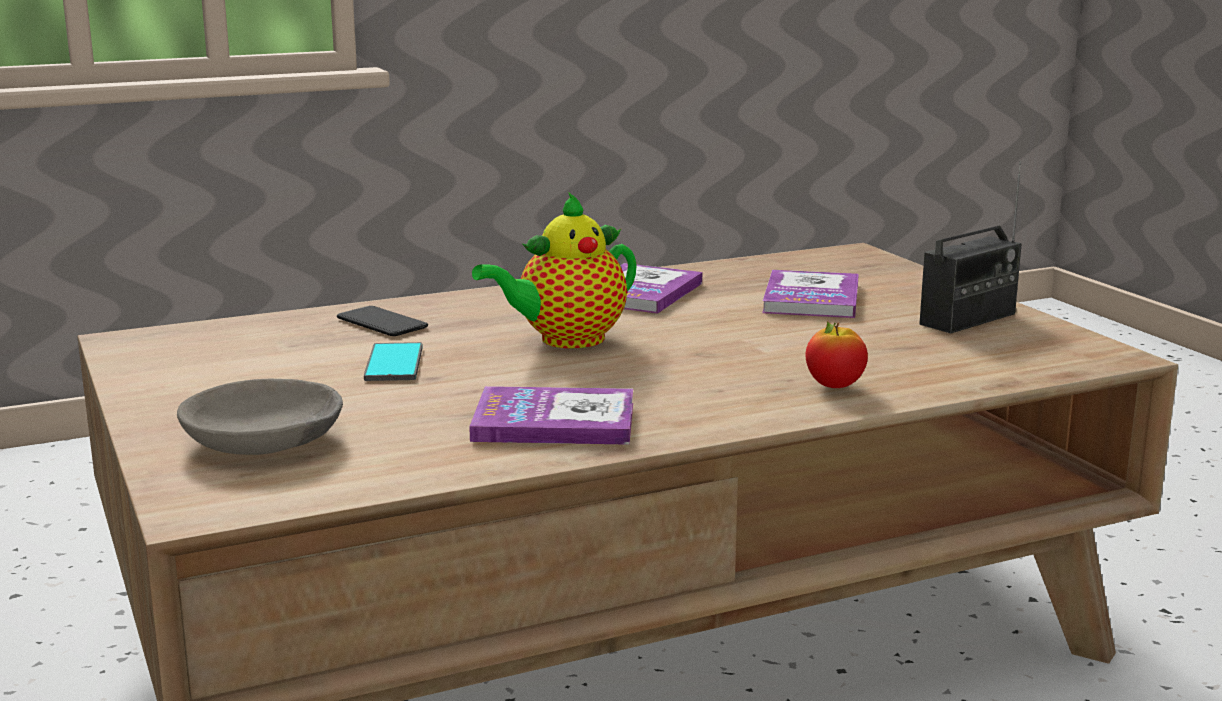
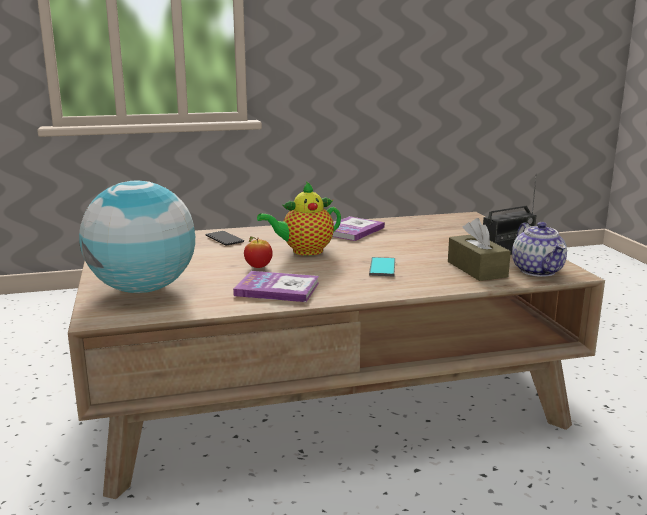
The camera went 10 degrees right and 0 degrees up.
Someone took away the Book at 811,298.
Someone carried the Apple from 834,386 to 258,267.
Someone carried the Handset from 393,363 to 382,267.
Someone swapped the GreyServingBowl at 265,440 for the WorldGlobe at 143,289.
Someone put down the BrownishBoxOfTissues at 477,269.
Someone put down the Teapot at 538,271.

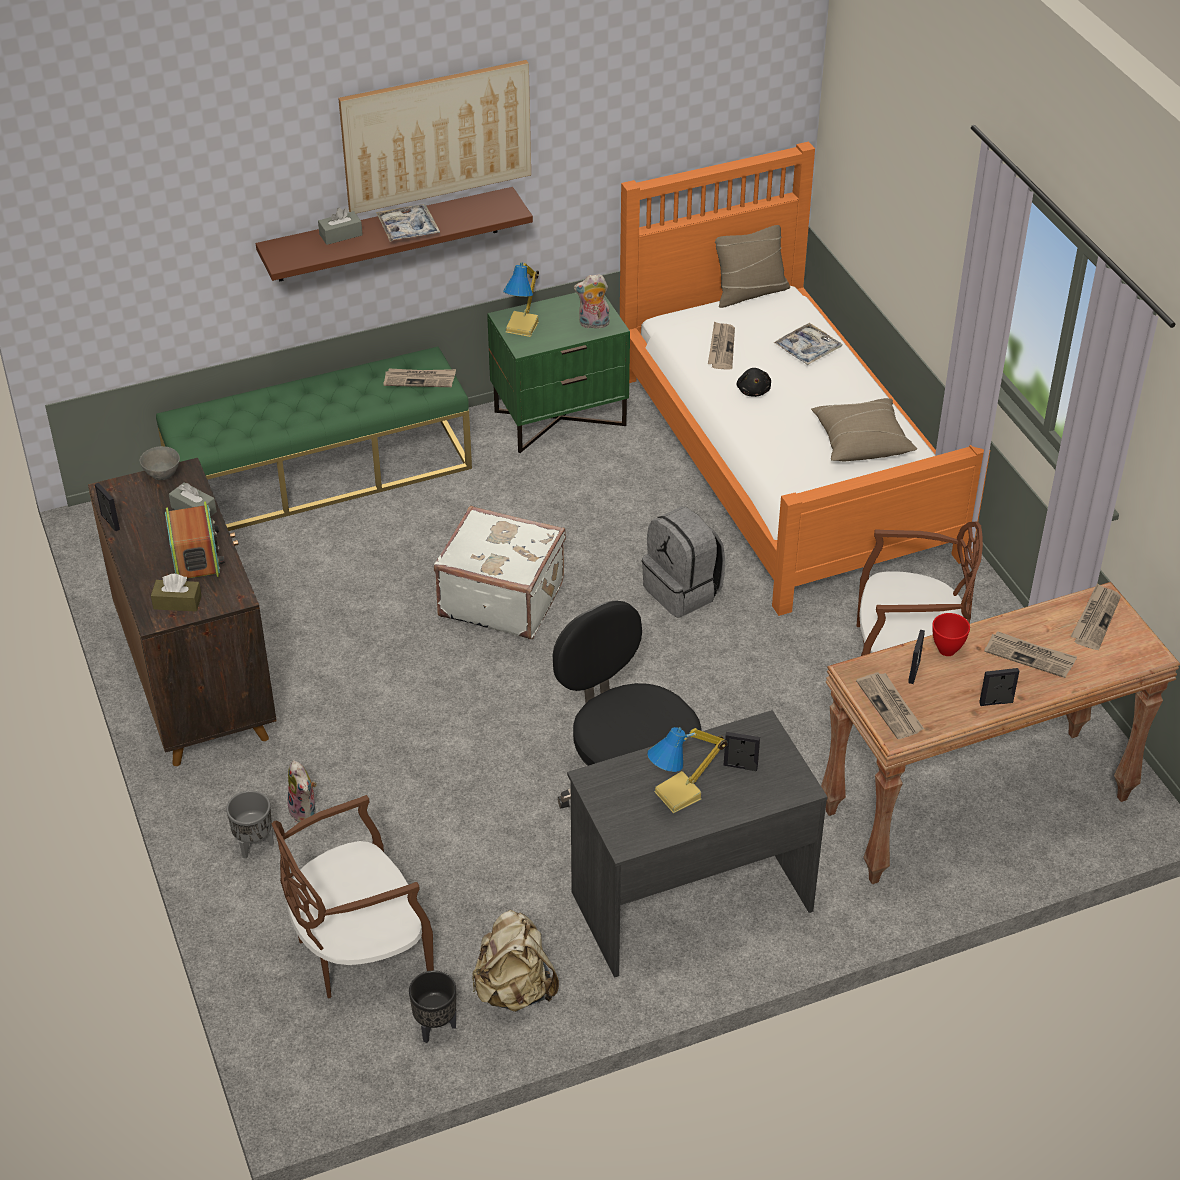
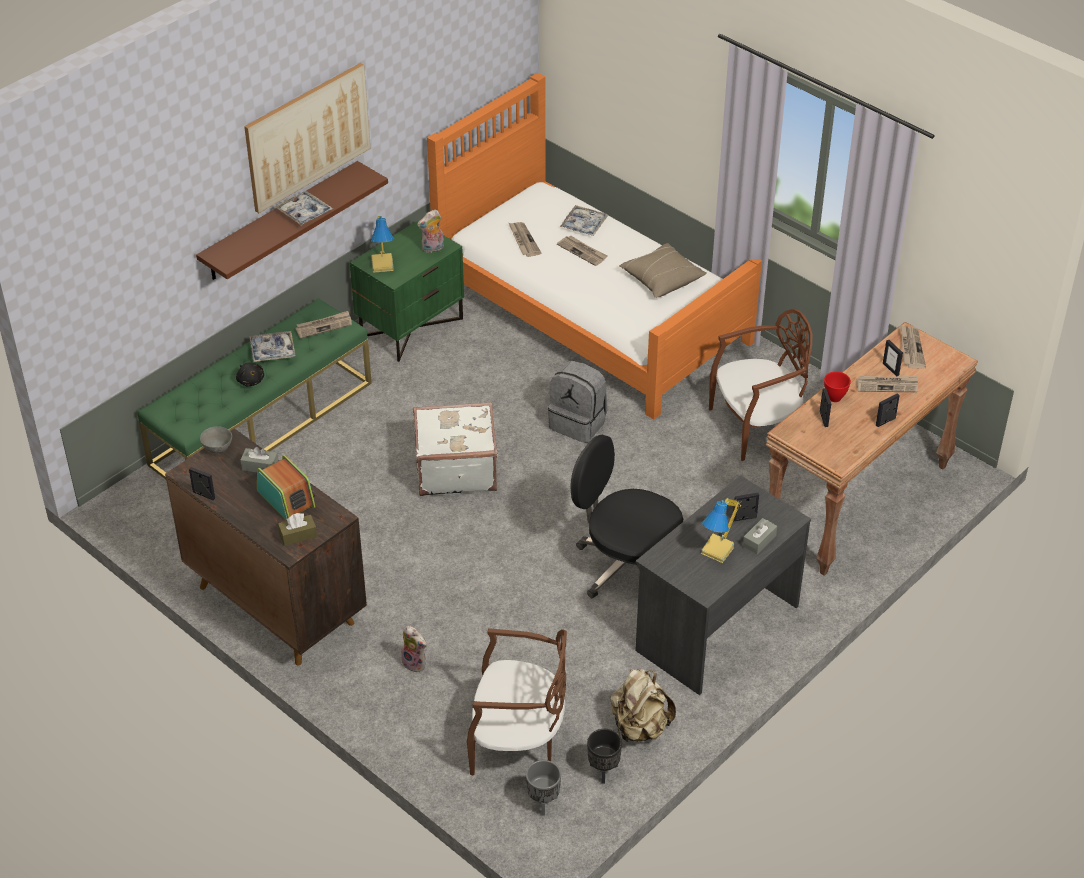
The camera went 25 degrees left and 0 degrees up.
Someone carried the GreyBoxOfTissues from 340,235 to 759,541.
Someone took away the SandColouredCushion at 749,292.
Someone carried the BlackishSoftToy from 753,390 to 250,380.
Someone carried the DailyPaper from 891,707 to 582,252.
Someone carried the GreyPlantPot from 254,845 to 543,803.
Someone rotated the BrownishChair at 358,950 by 120 degrees counterclockwise.
Someone put down the ServingTray at 272,351.
Someone put down the PhotoFrame at 891,369.

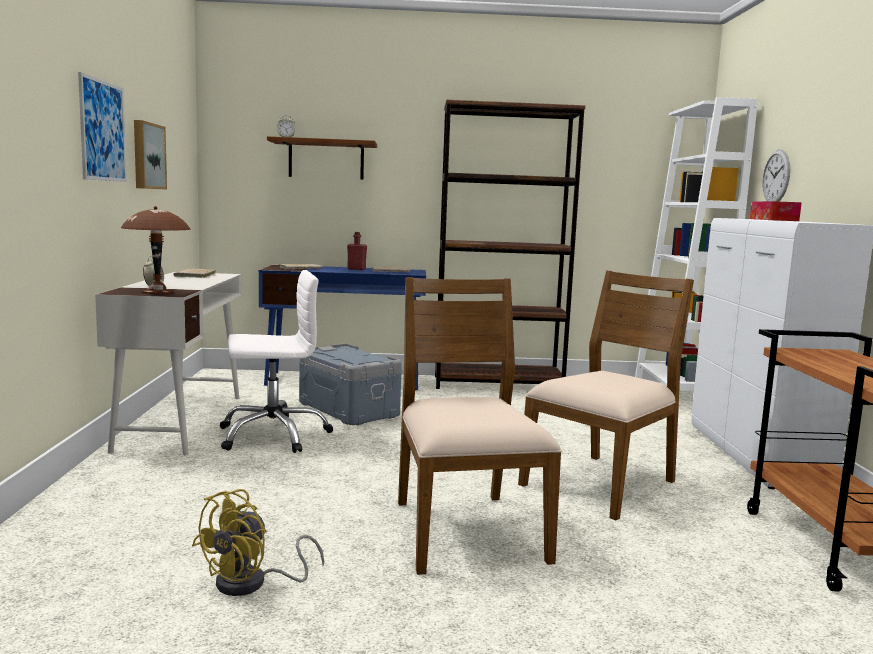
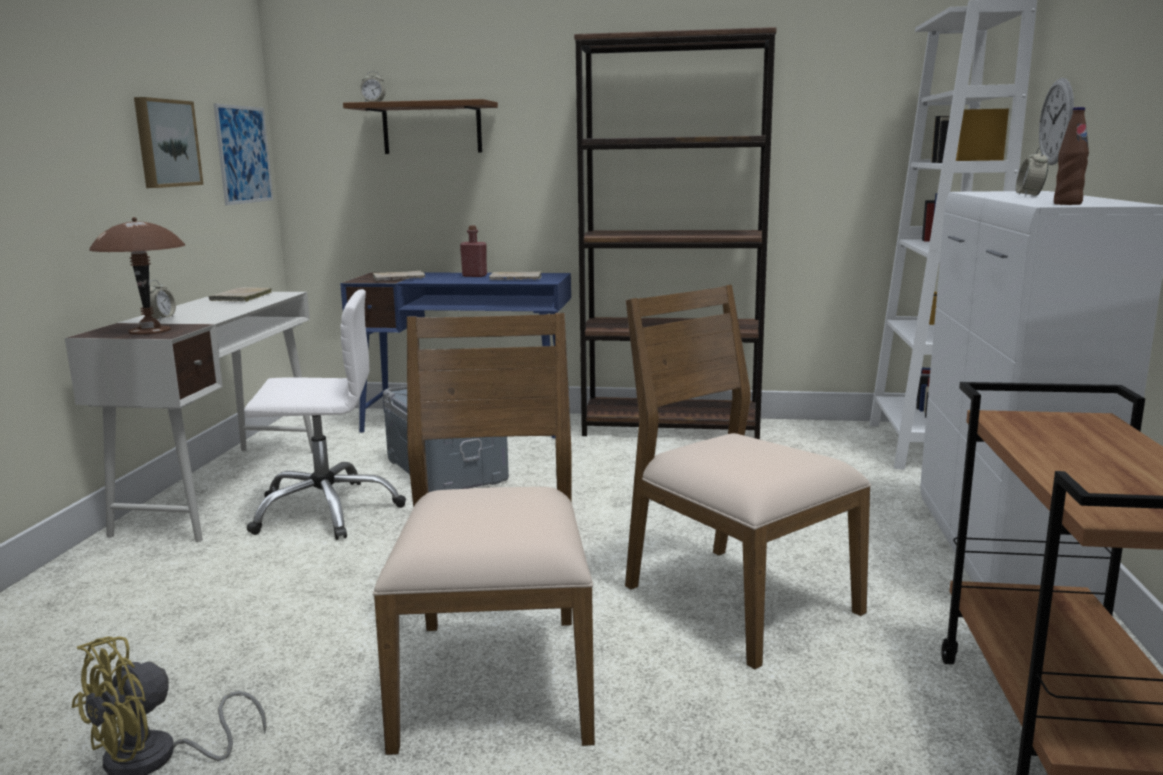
The camera went 10 degrees right and 5 degrees up.
Someone carried the WallArt from 103,131 to 244,154.
Someone swapped the BoxOfTissues at 773,220 for the TableClock at 1029,195.
Someone rotated the BrownishChair at 601,483 by 90 degrees counterclockwise.
Someone put down the BrownishDrinkBottle at 1067,204.

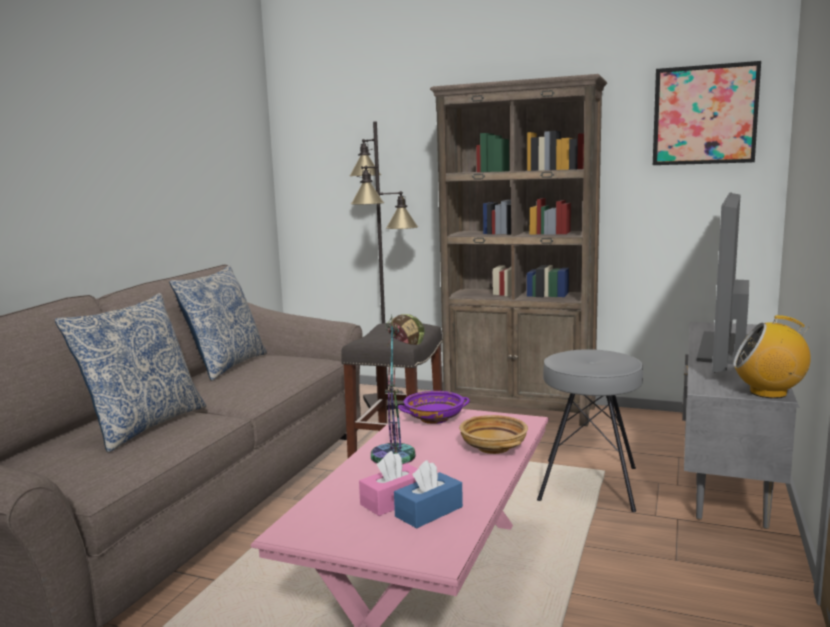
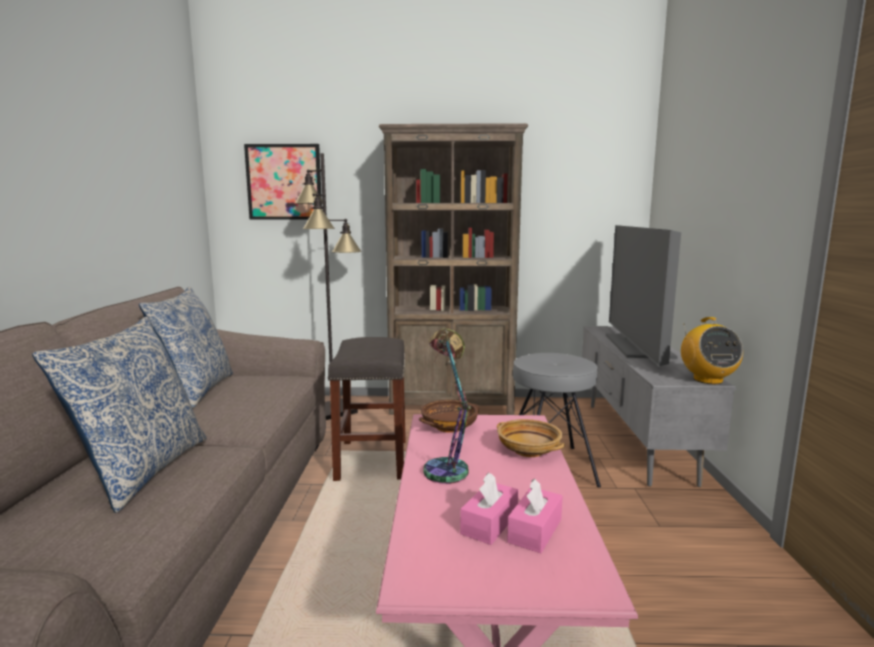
The camera went 20 degrees left and 0 degrees up.
Someone carried the WallArt from 704,115 to 284,182.
Someone rotated the RadioReceiver at 768,393 by 90 degrees counterclockwise.
Someone repainted the PurpleColouredServingBowl at 434,418, which became the BrownishServingBowl at 449,427.
Someone repainted the BlueBoxOfTissues at 429,512, which became the PinkBoxOfTissues at 535,531.

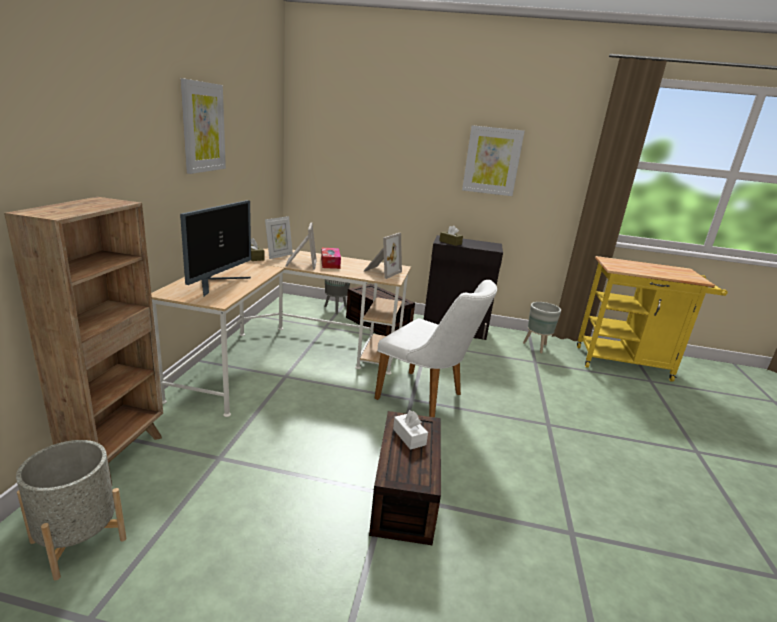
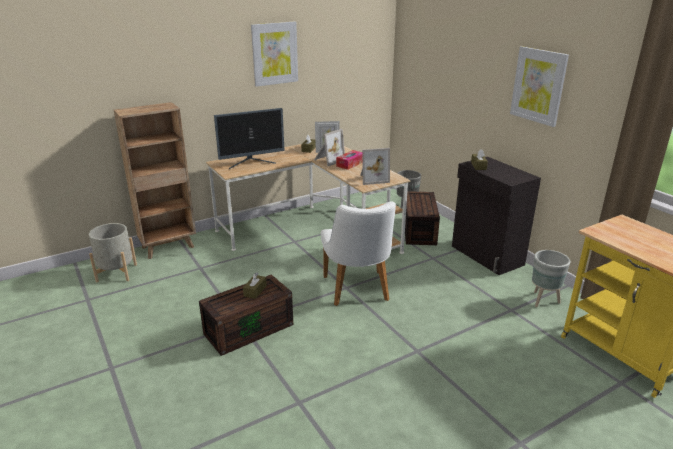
The camera went 50 degrees right and 5 degrees up.
Someone repainted the WhitishBoxOfTissues at 409,437, which became the BrownishBoxOfTissues at 255,291.

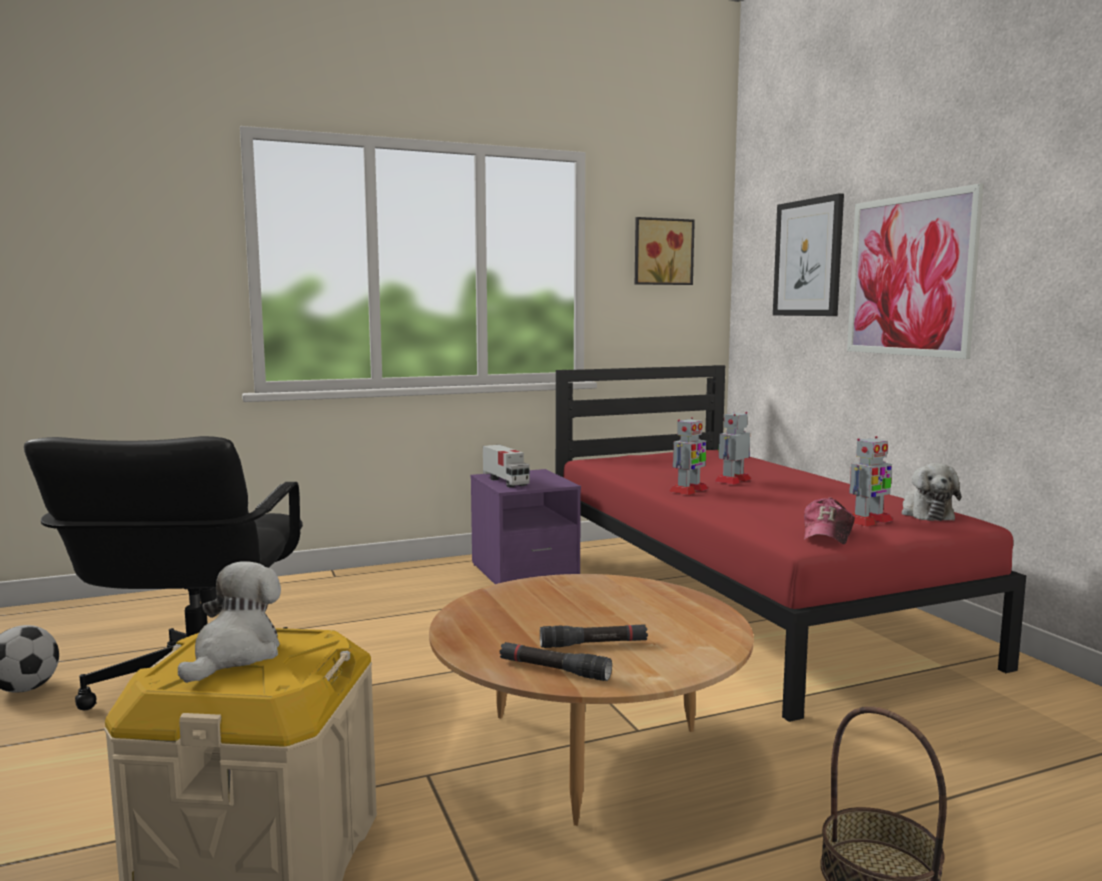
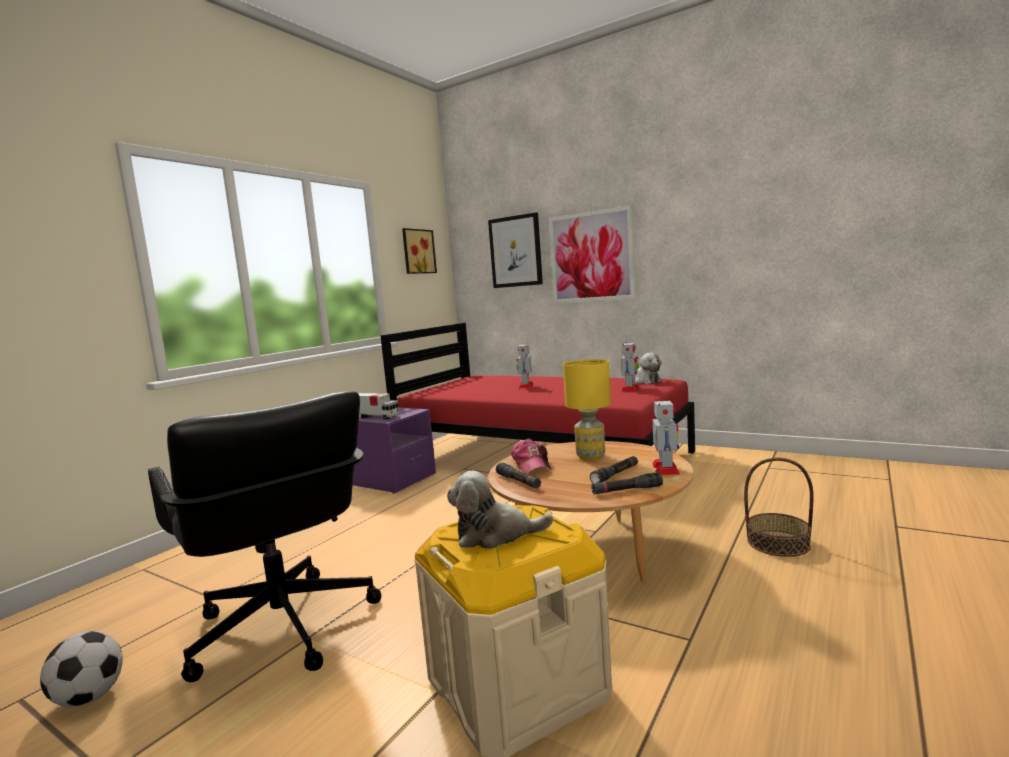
The camera went 35 degrees left and 0 degrees up.
Someone carried the ToyRobot from 688,490 to 666,469.
Someone carried the Cap from 827,534 to 532,465.
Someone rotated the SoftToy at 235,655 by 75 degrees counterclockwise.
Someone put down the YellowishTabletopLamp at 591,456.
Someone put down the BlackishHandTorch at 518,481.

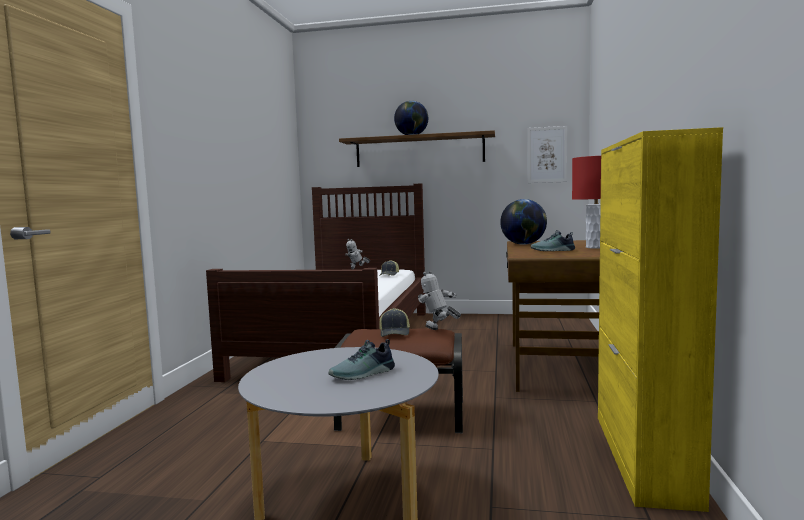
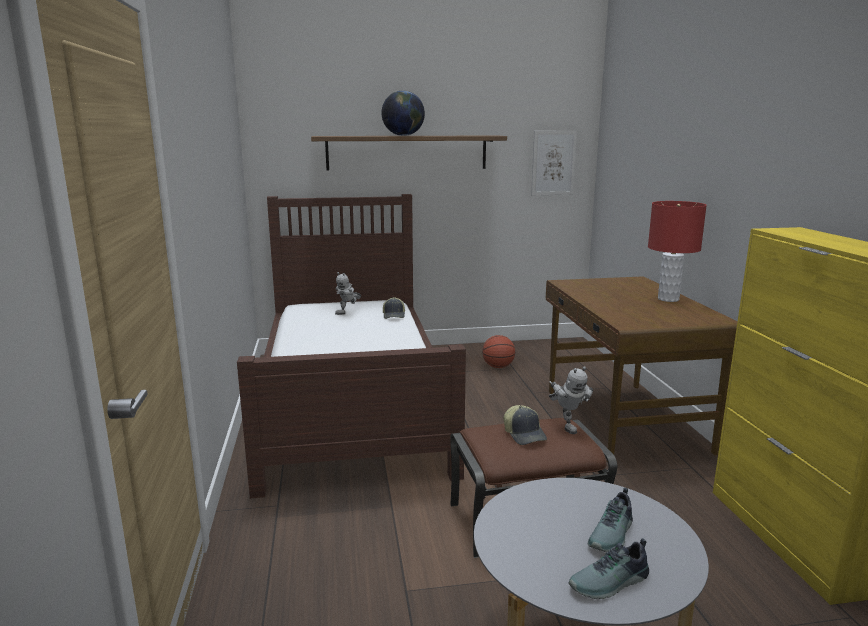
The camera went 20 degrees left and 10 degrees up.
Someone took away the WorldGlobe at 523,244.
Someone carried the ItemOfFootwear from 553,251 to 611,583.
Someone rotated the ToyRobot at 438,331 by 135 degrees counterclockwise.
Someone put down the BallForBasketball at 498,367.

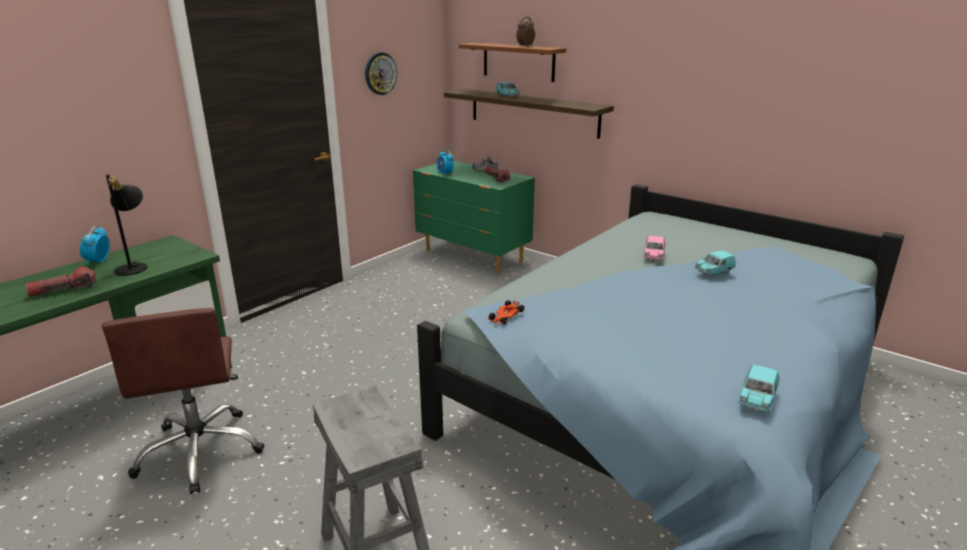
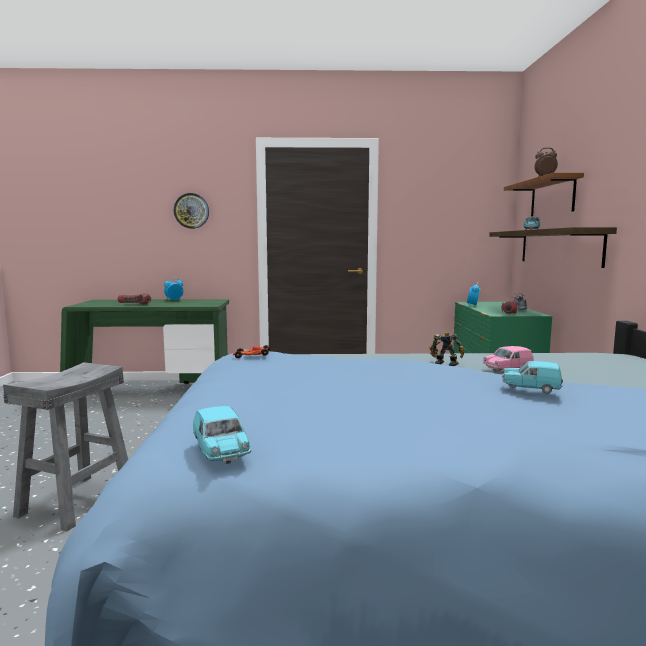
The camera went 50 degrees right and 15 degrees down.
Someone carried the ClockOnTheWall from 380,73 to 191,211.
Someone took away the BlackishTabletopLamp at 135,267.
Someone took away the BrownishComputerChair at 200,451.
Someone rotated the TurquoiseMiniatureCar at 756,400 by 105 degrees counterclockwise.
Someone put down the ToyRobot at 446,363.

